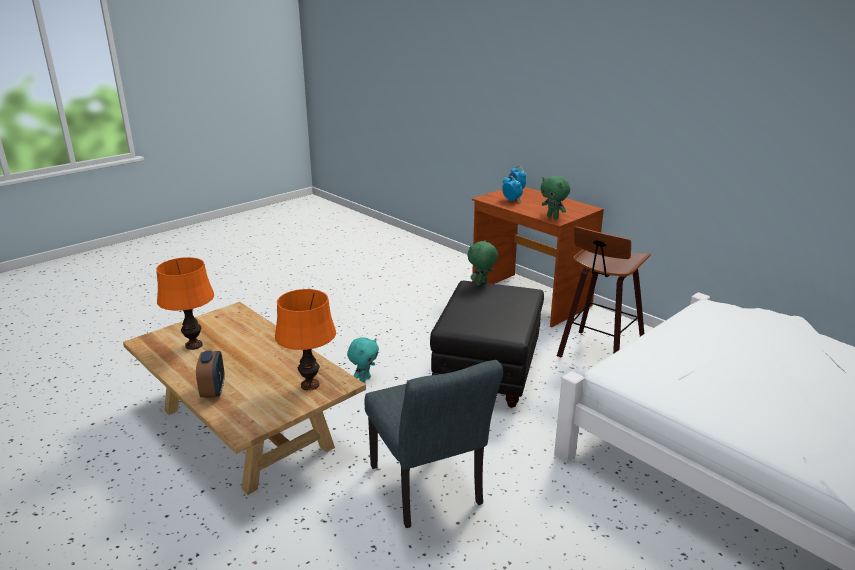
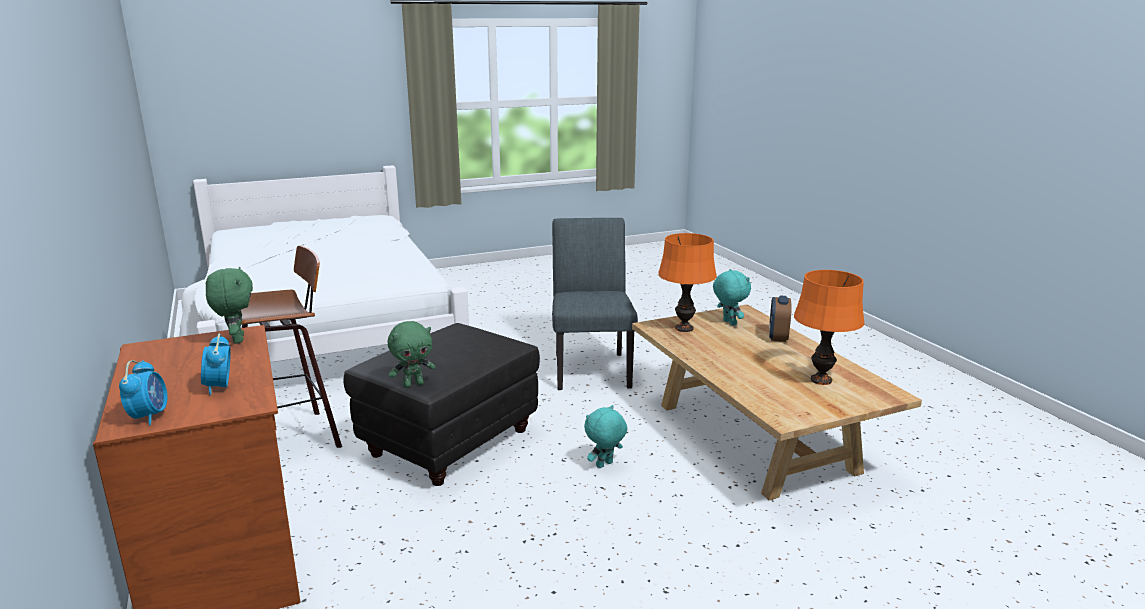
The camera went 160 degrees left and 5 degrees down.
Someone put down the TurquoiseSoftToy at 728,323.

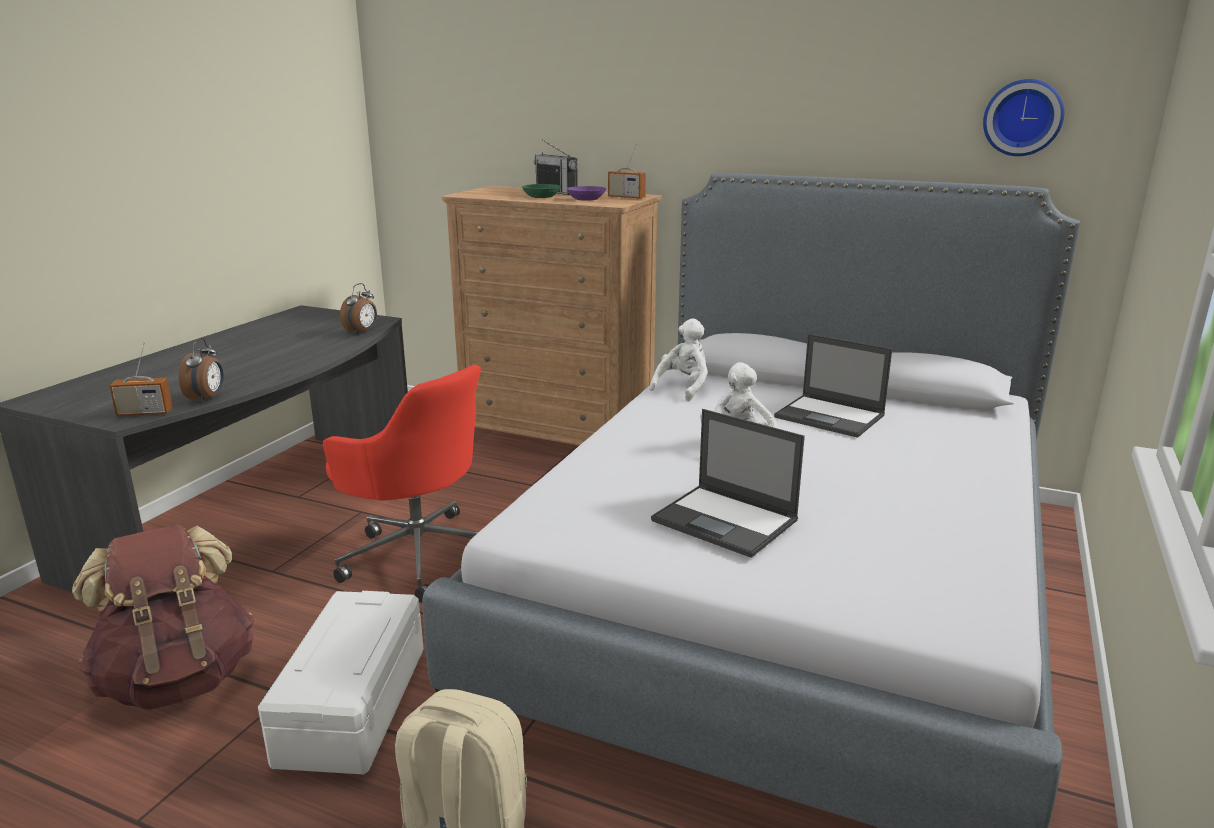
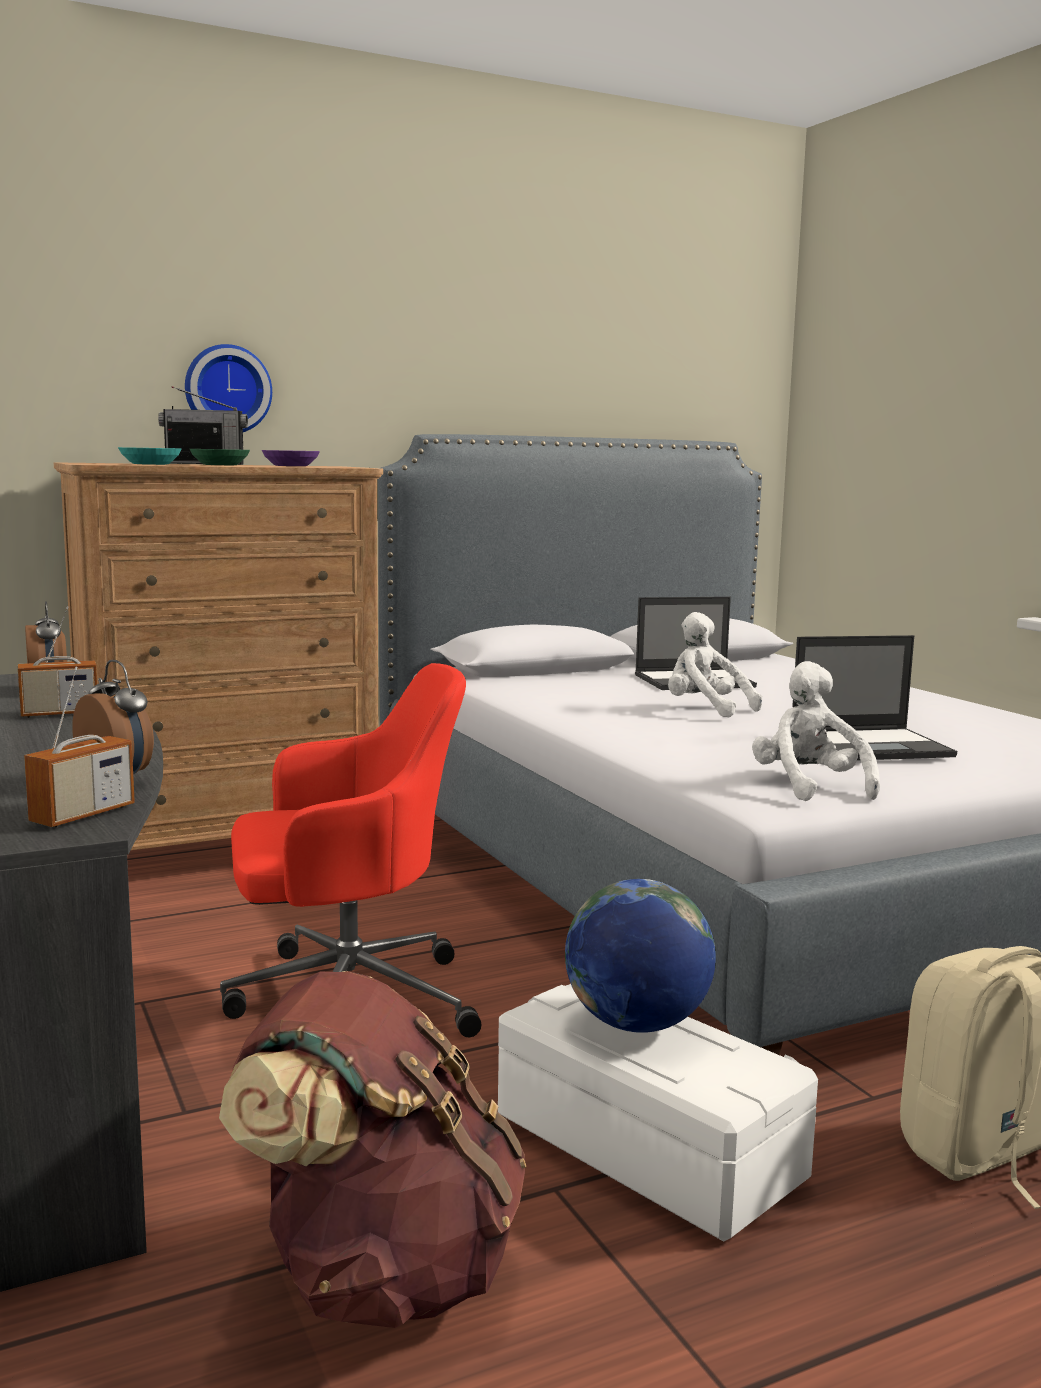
The camera went 50 degrees left and 10 degrees down.
Someone carried the ClockOnTheWall from 1022,117 to 227,389.
Someone carried the RadioReceiver from 626,197 to 60,714.
Someone carried the WhitishSoftToy from 683,388 to 809,787.
Someone put down the TurquoiseServingBowl at 151,464.
Someone put down the WorldGlobe at 636,1024.

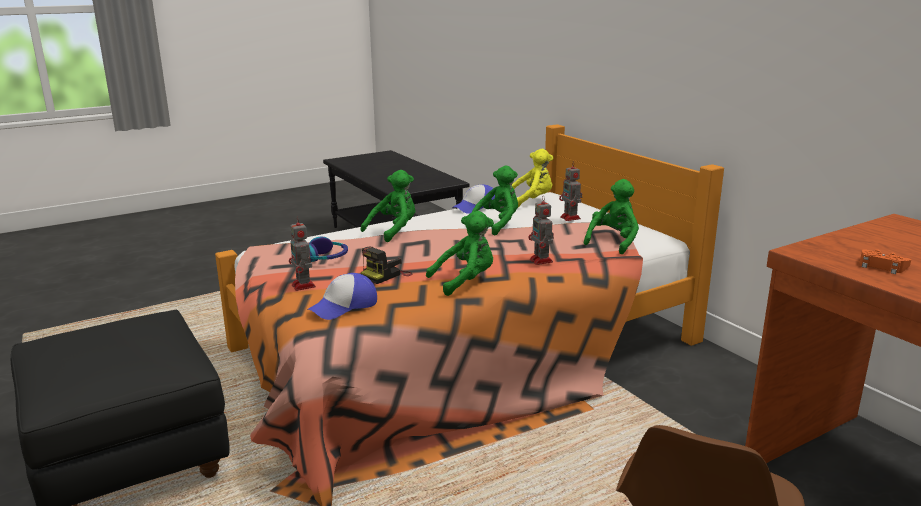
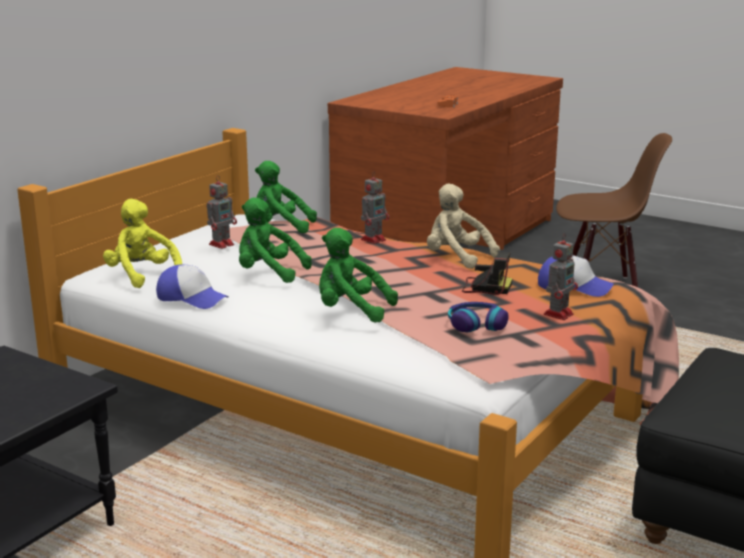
The camera went 115 degrees left and 0 degrees up.
Someone repainted the GreenishSoftToy at 465,281, which became the SandColouredSoftToy at 456,258.

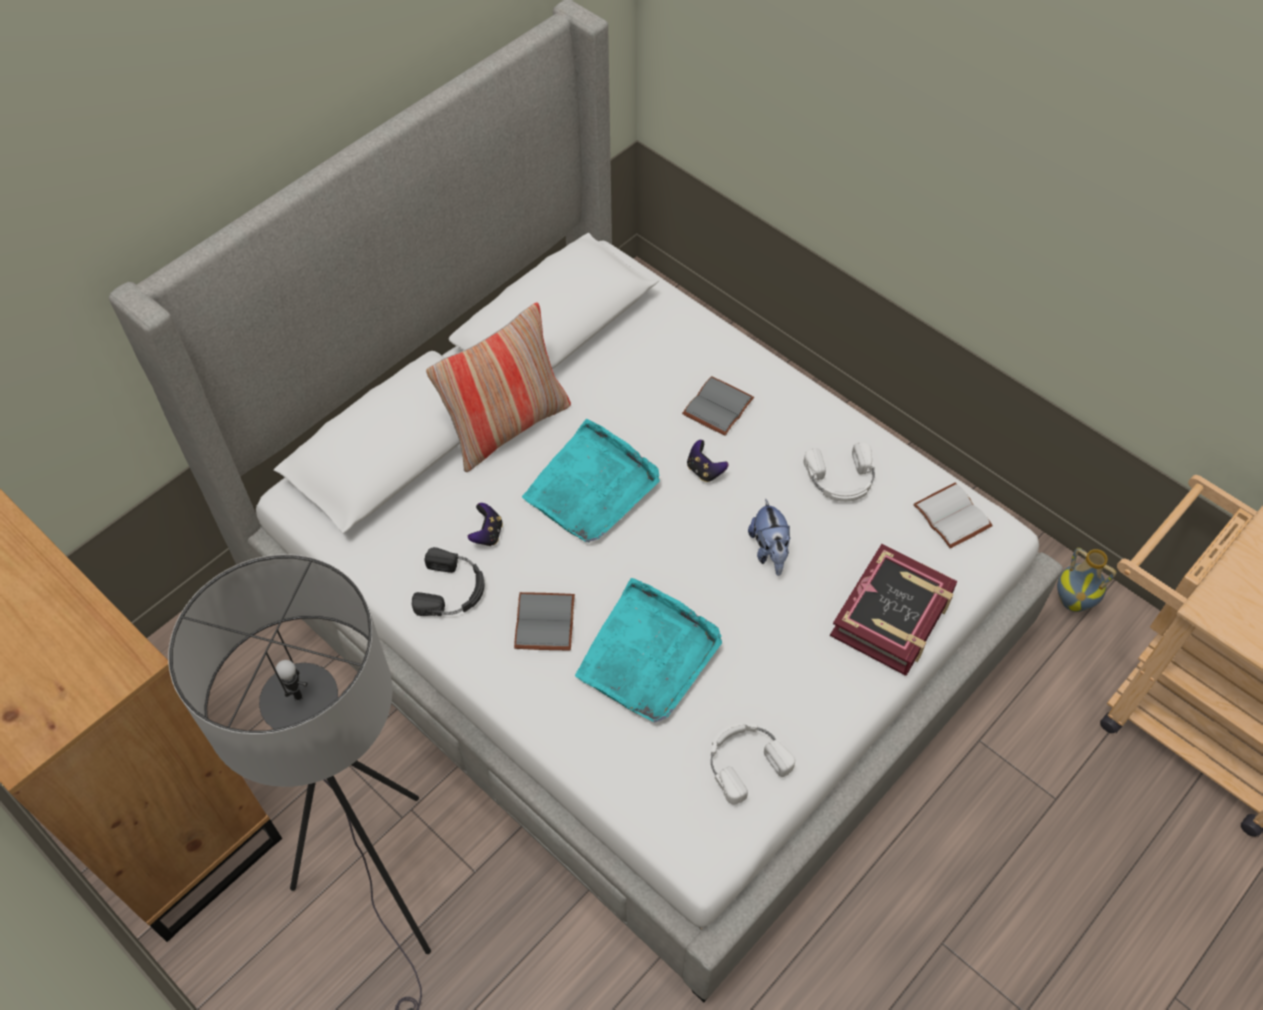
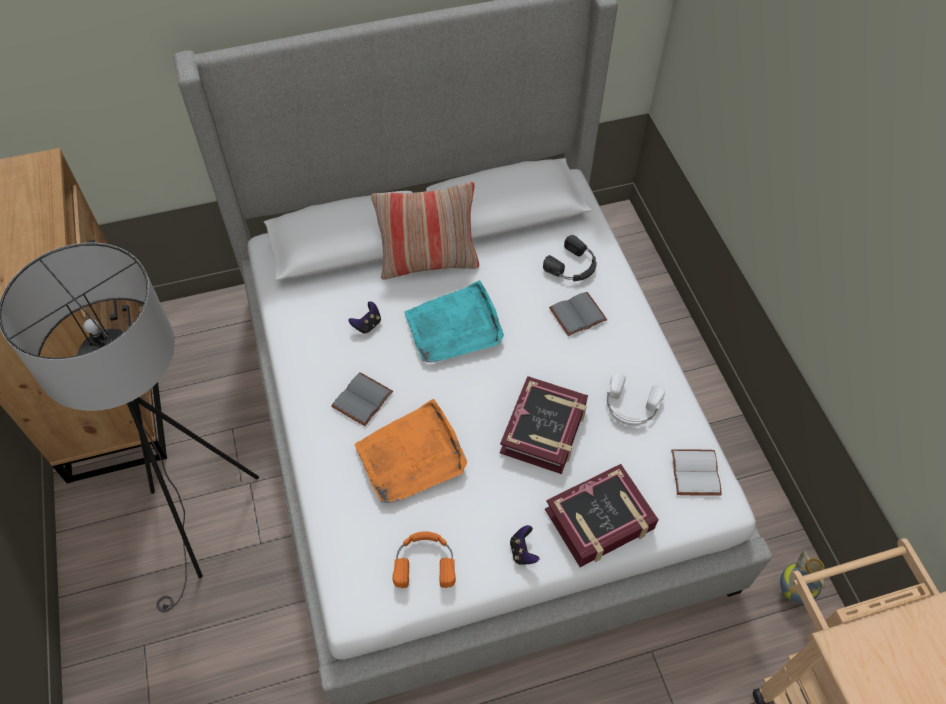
The camera went 30 degrees right and 0 degrees up.
Someone carried the Gamepad from 704,470 to 523,551.
Someone swapped the SoftToy at 770,551 for the Book at 544,430.
Someone carried the BlackishPairOfHeadphones from 452,590 to 573,266.
Someone repainted the TurquoiseServingTray at 648,655, which became the OrangeyServingTray at 412,456.
Someone repainted the WhitishPairOfHeadphones at 744,761, which became the OrangeyPairOfHeadphones at 424,561.

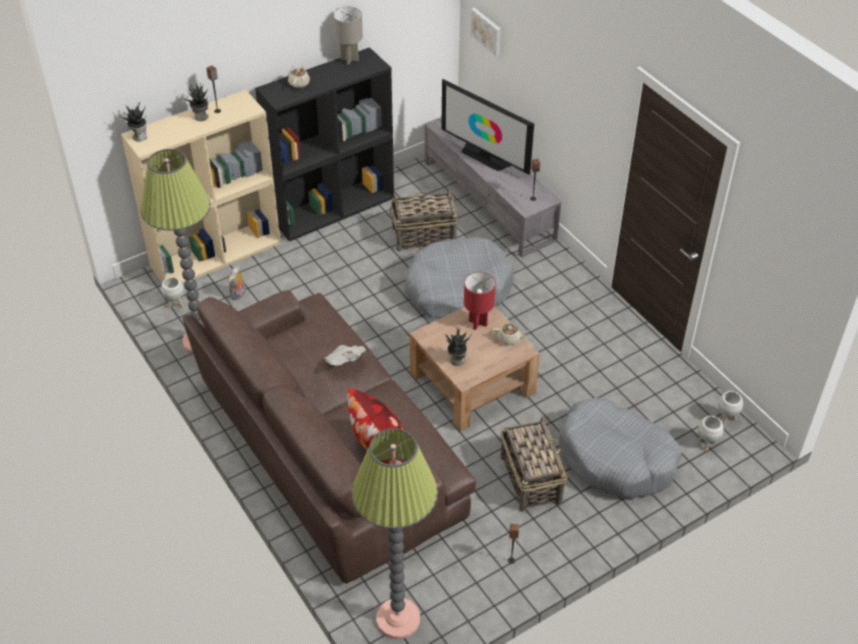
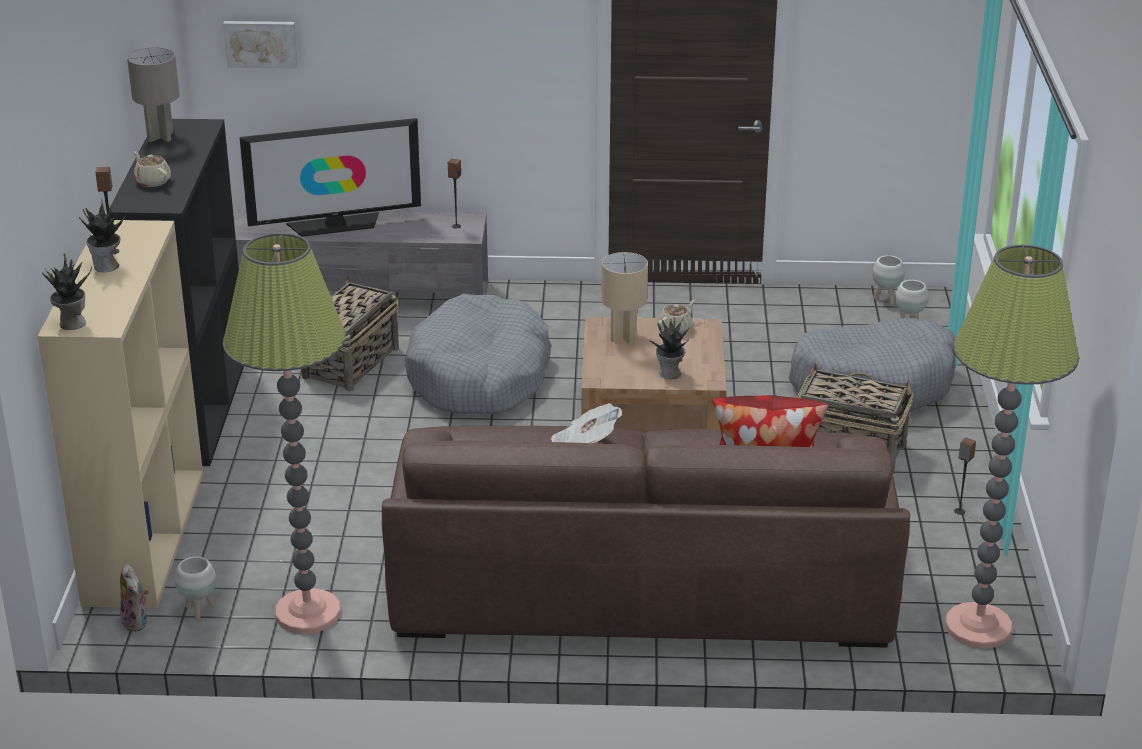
The camera went 55 degrees left and 15 degrees down.
Someone carried the SoftToy from 238,295 to 137,622.
Someone repainted the RedTabletopLamp at 477,323, which became the SandColouredTabletopLamp at 623,337.

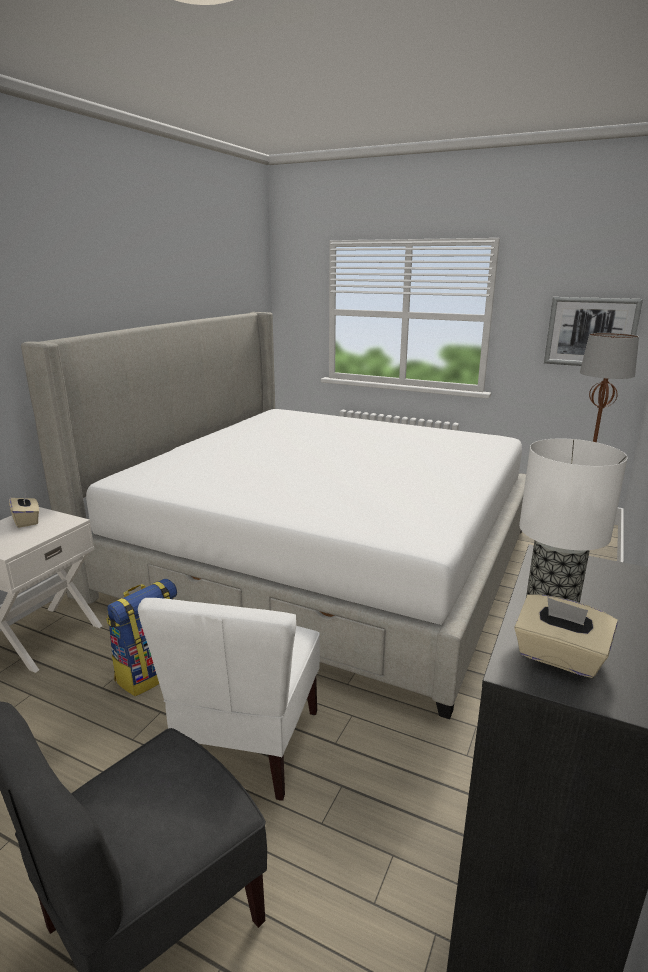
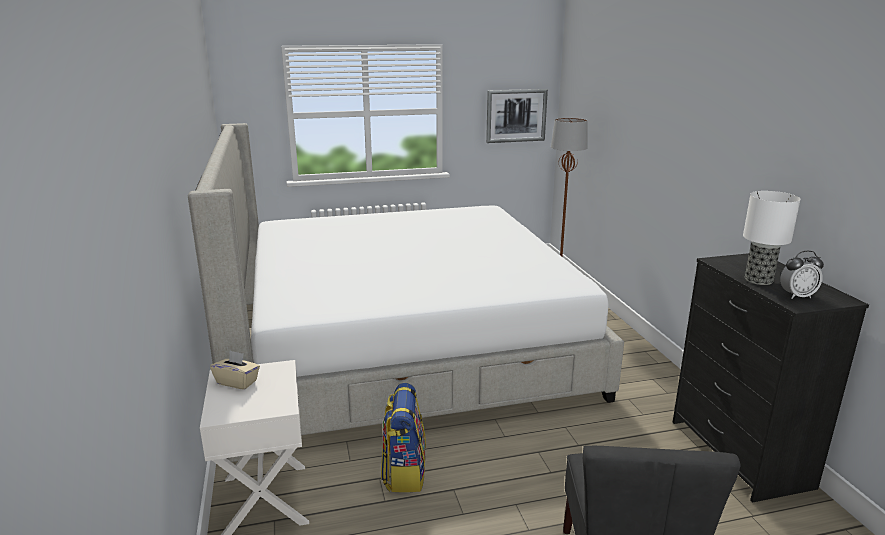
The camera went 40 degrees left and 0 degrees up.
Someone swapped the SandColouredBoxOfTissues at 559,657 for the TableClock at 797,296.
Someone took away the WhitishChair at 248,745.

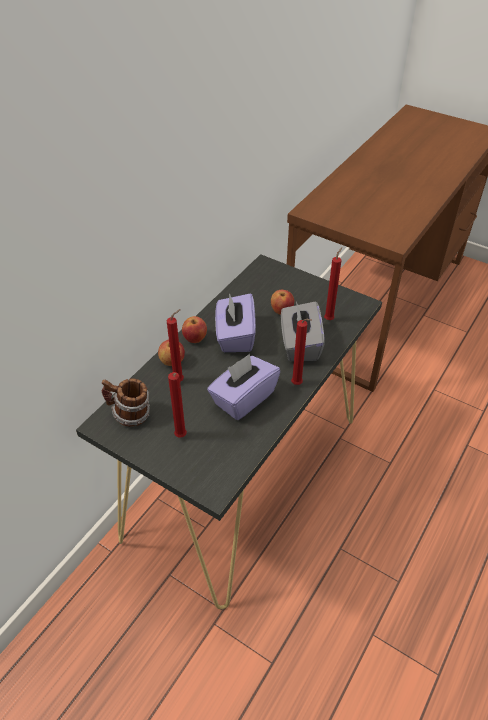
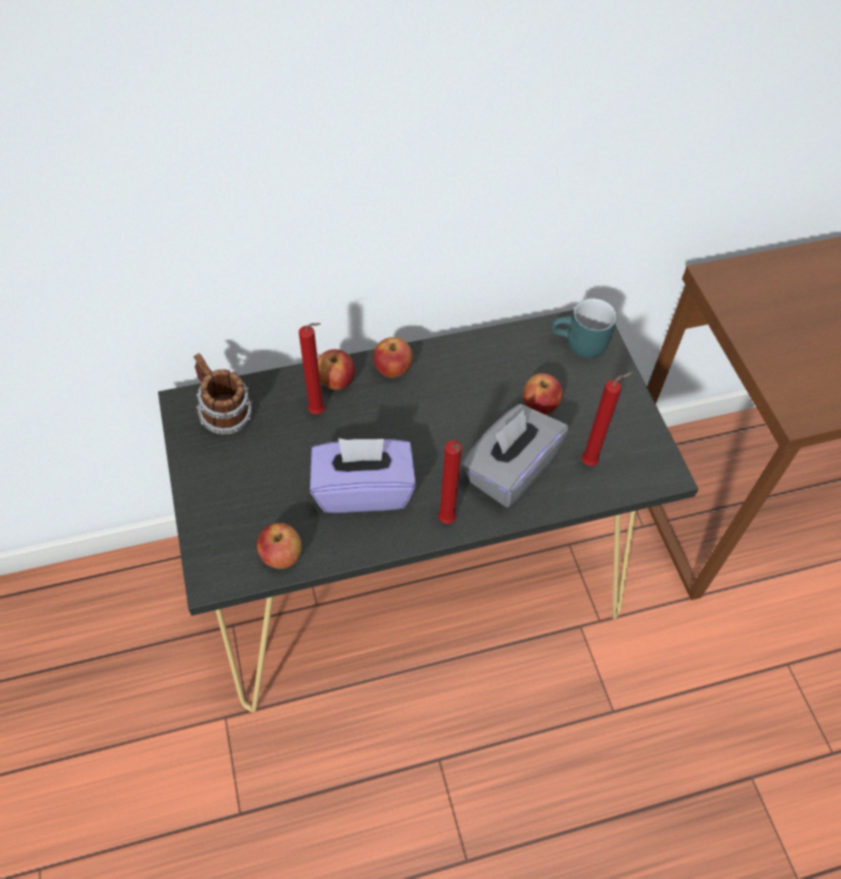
The camera went 40 degrees right and 10 degrees up.
Someone took away the PurpleColouredBoxOfTissues at 235,336.
Someone took away the RedWaxLight at 181,437.
Someone put down the TurquoiseCoffeeMug at 579,346.
Someone put down the Apple at 281,556.

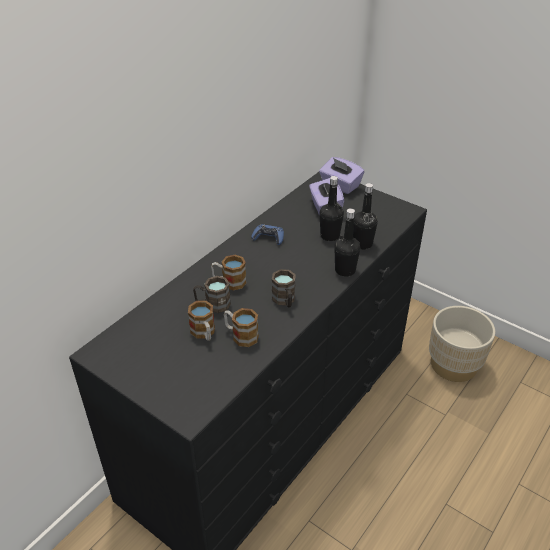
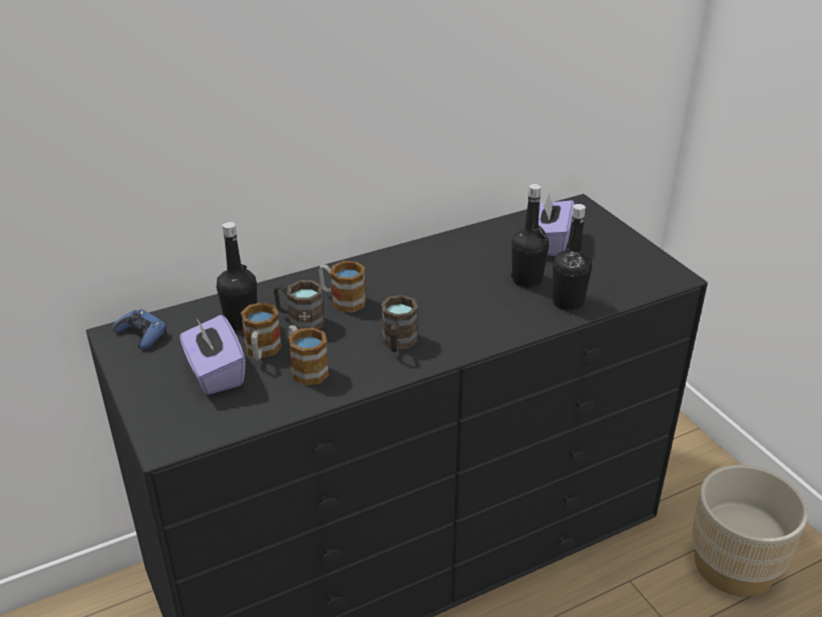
The camera went 25 degrees right and 5 degrees down.
Someone carried the PurpleColouredBoxOfTissues from 340,185 to 215,373.
Someone carried the BlackishDrinkBottle from 345,270 to 241,322.
Someone carried the BlueGamepad from 268,237 to 141,334.

